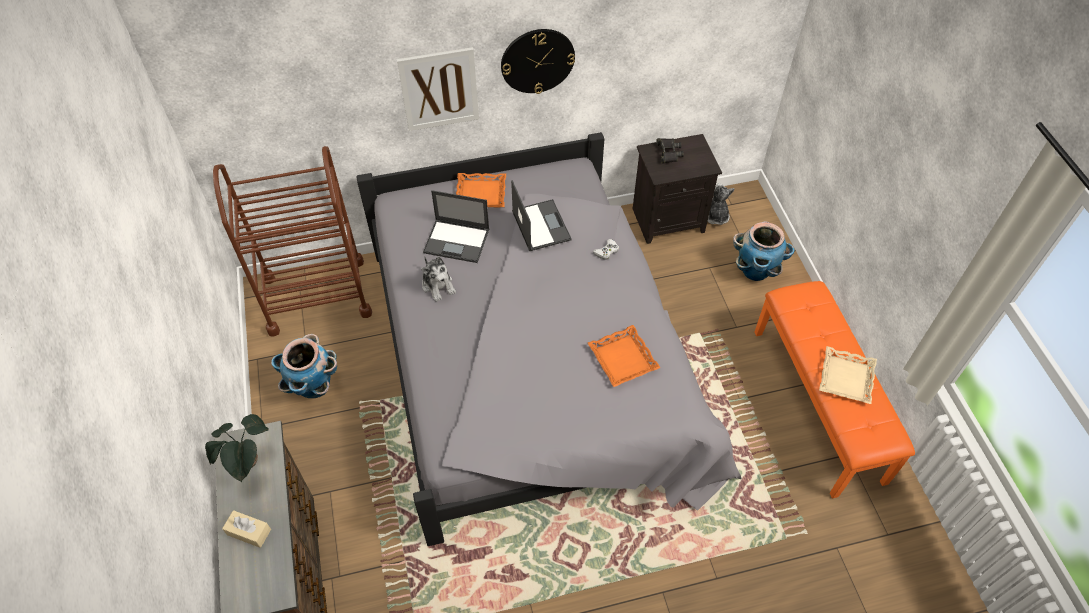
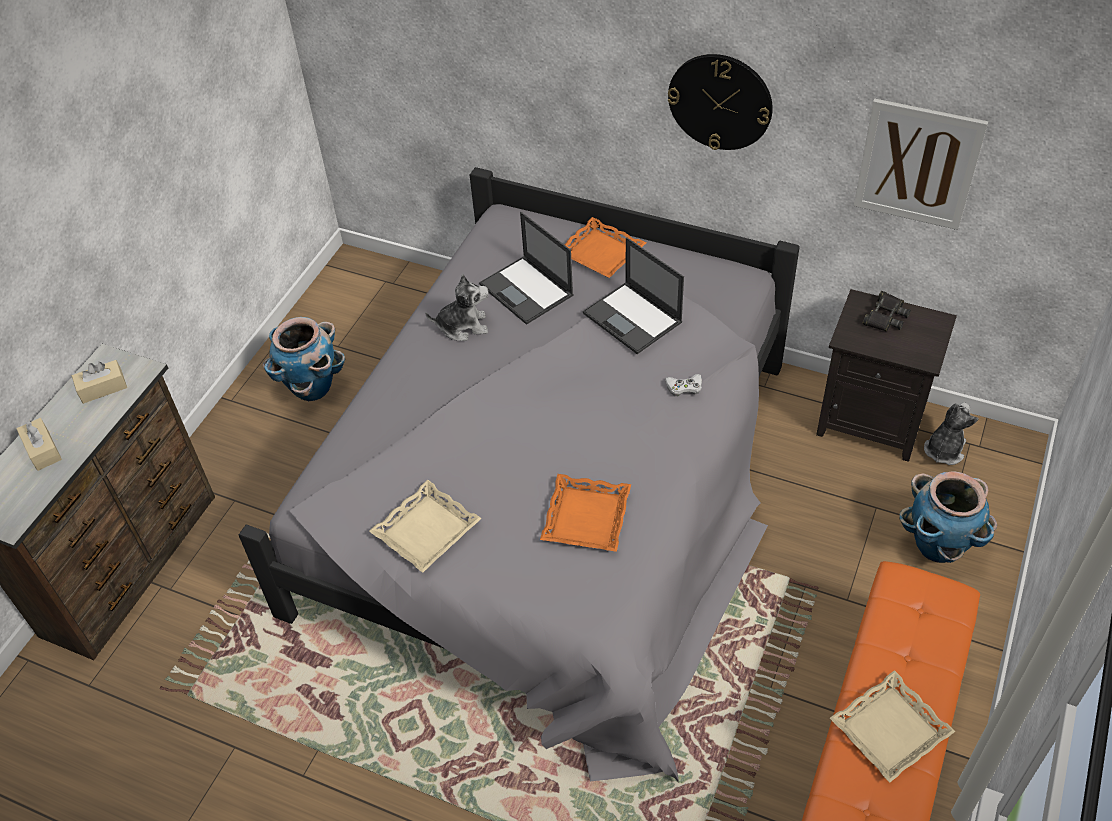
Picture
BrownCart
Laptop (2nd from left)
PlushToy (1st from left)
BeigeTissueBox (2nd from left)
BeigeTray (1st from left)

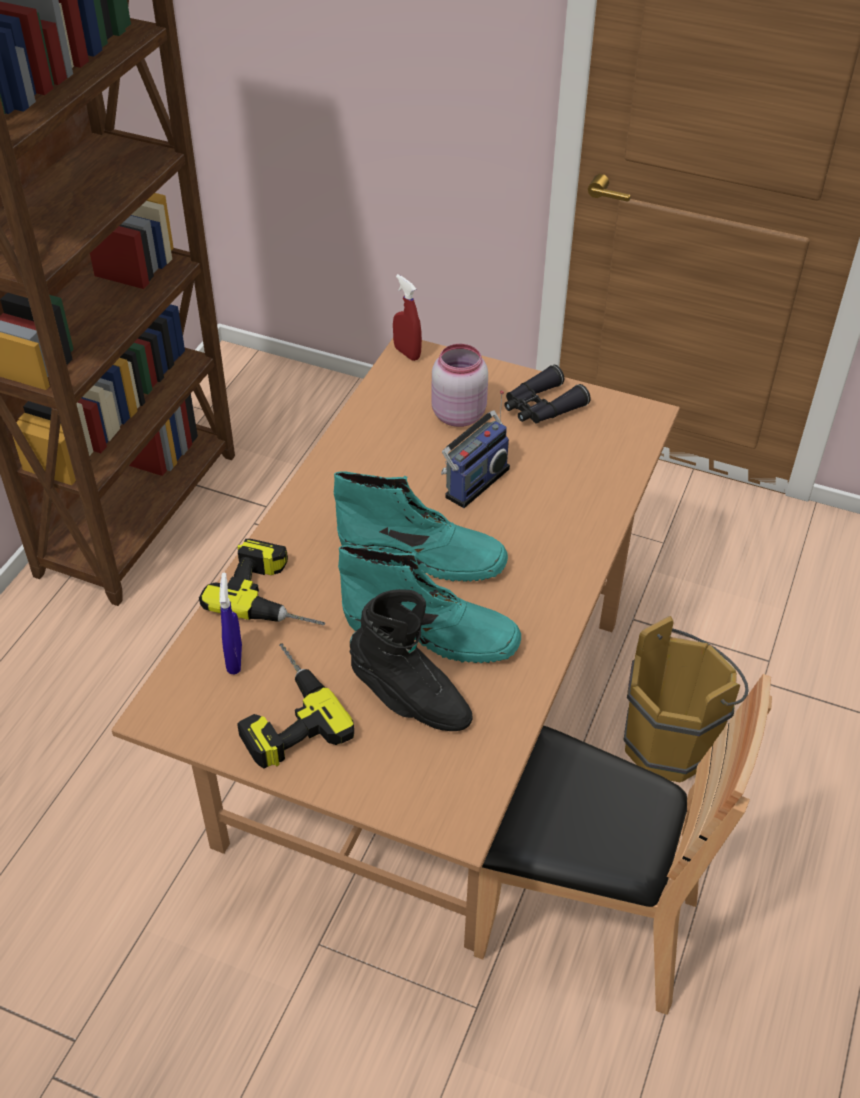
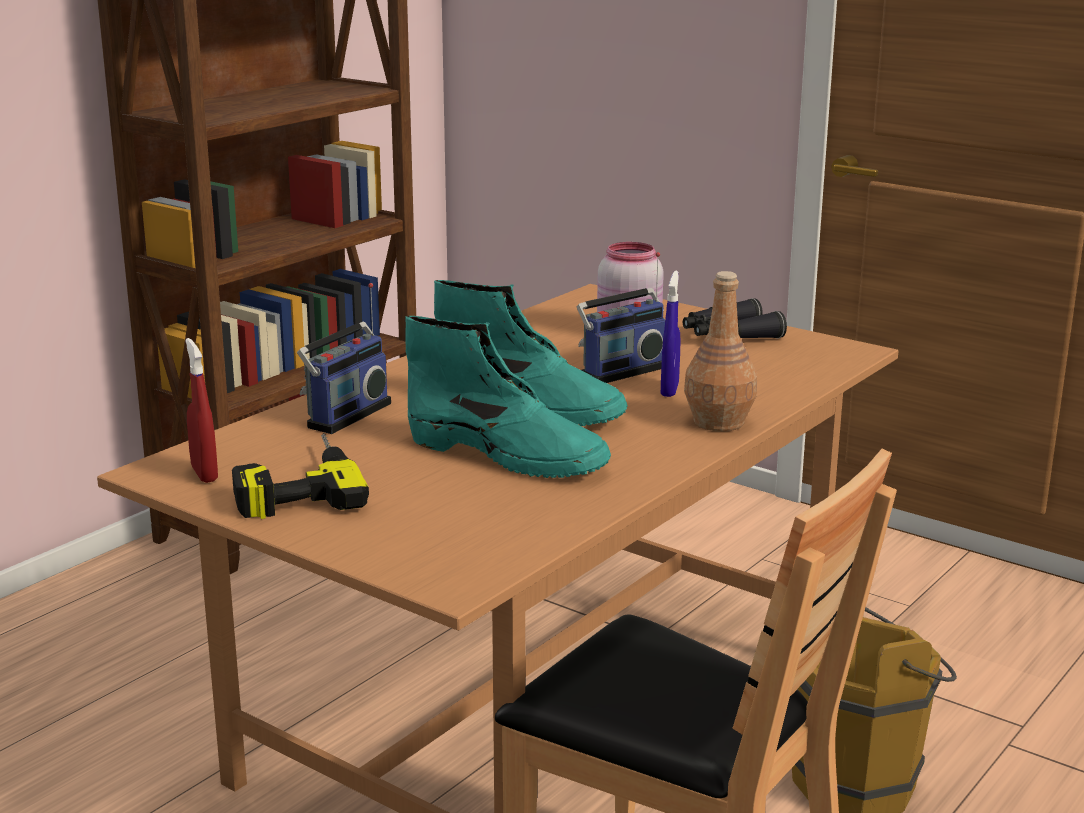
RedSprayBottle
Radio (1st from left)
BlueSprayBottle
BlackBoot
BrownBottle

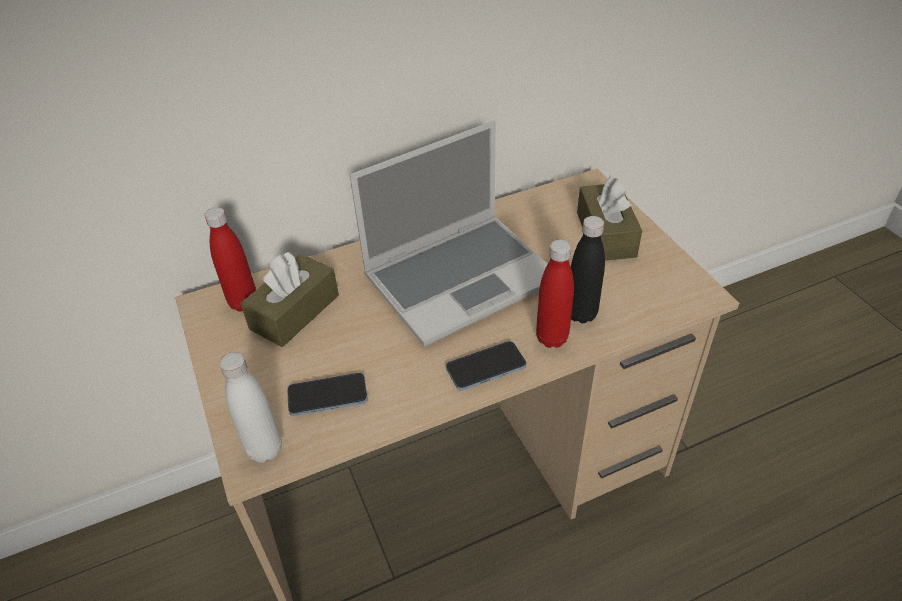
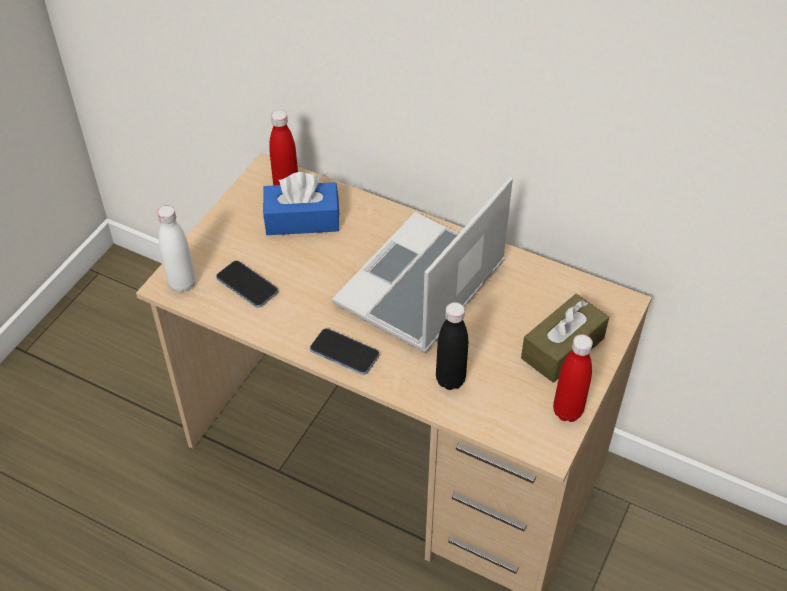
Laptop
RedBottle (2nd from left)
BlueTissueBox

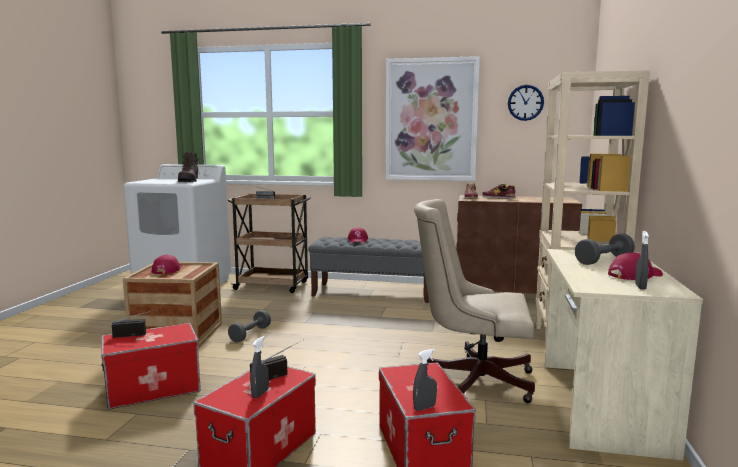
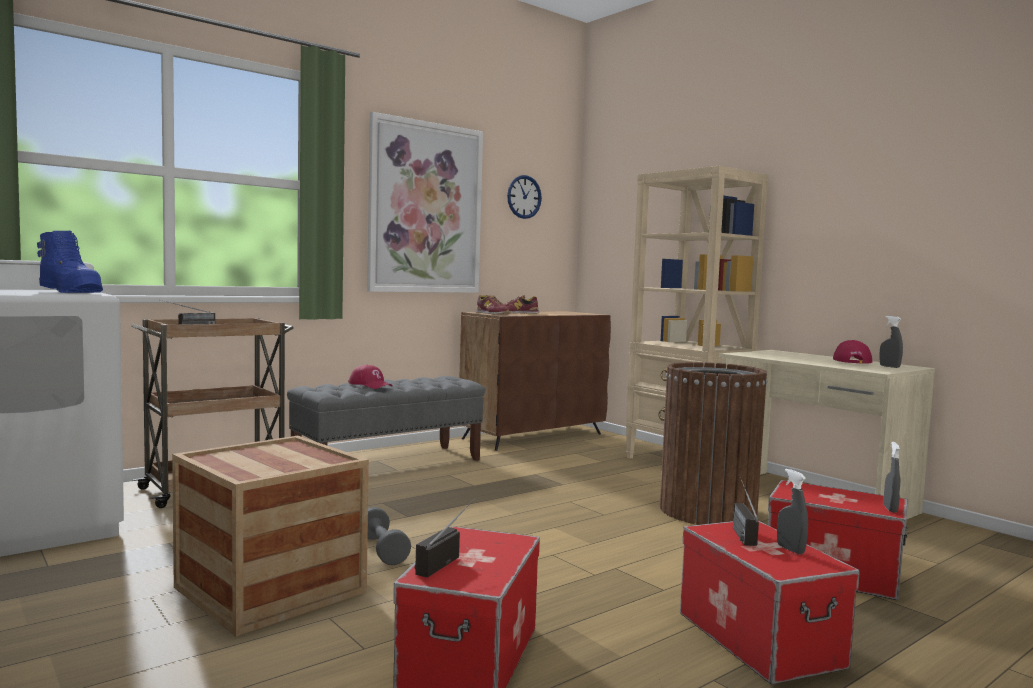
BlueBoot
BrownTrashCan
GreyDumbbell (2nd from left in the first image)
RedCap (1st from left in the first image)

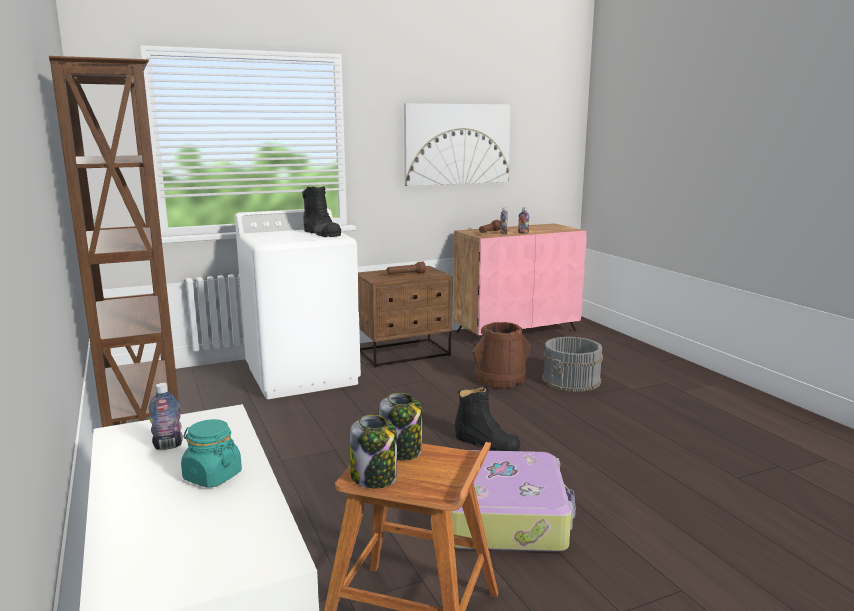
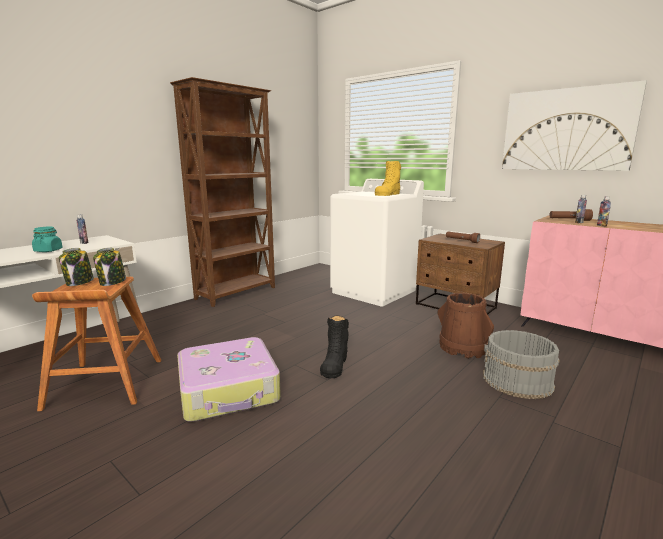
YellowBoot

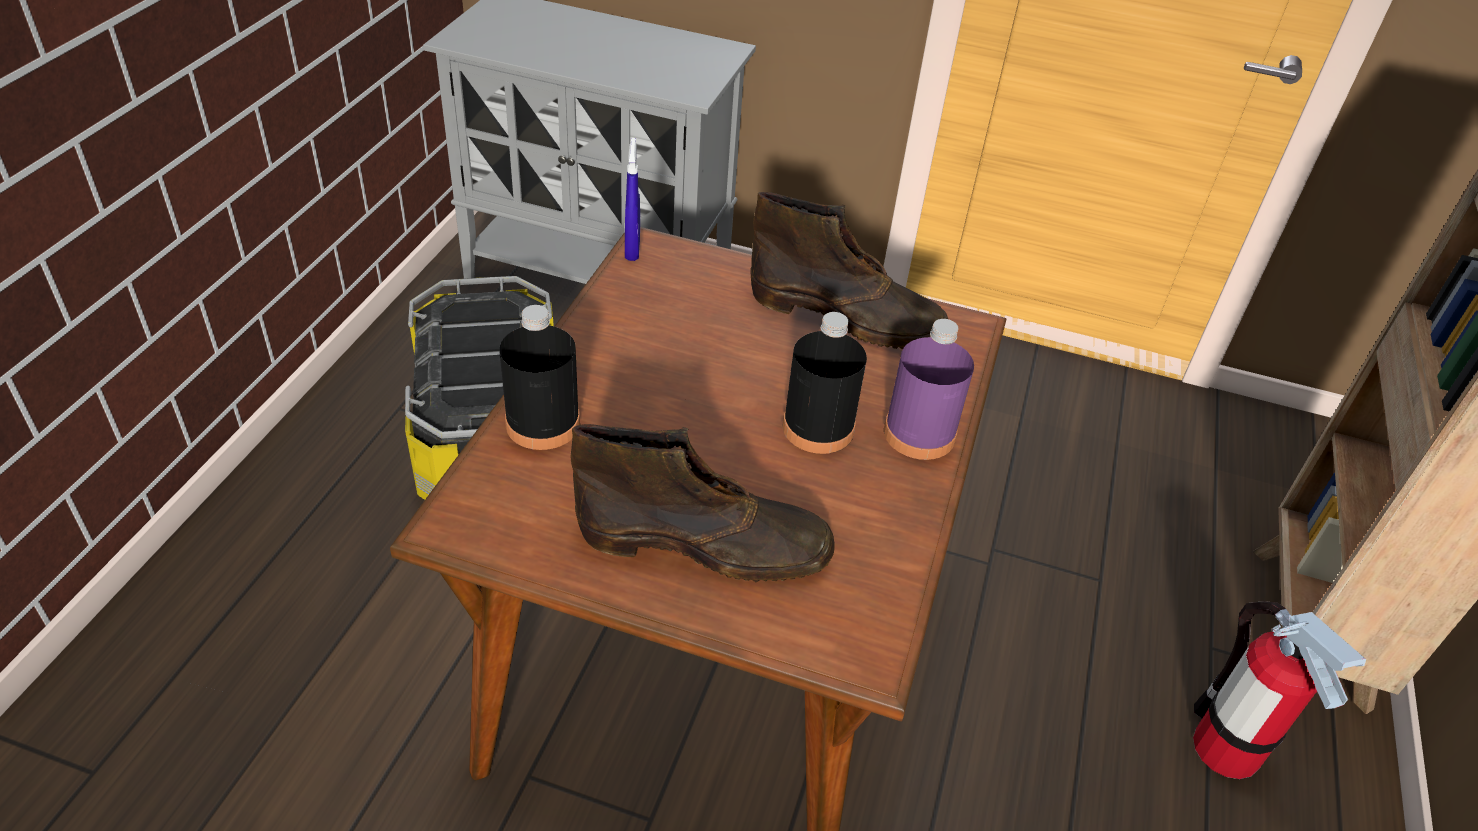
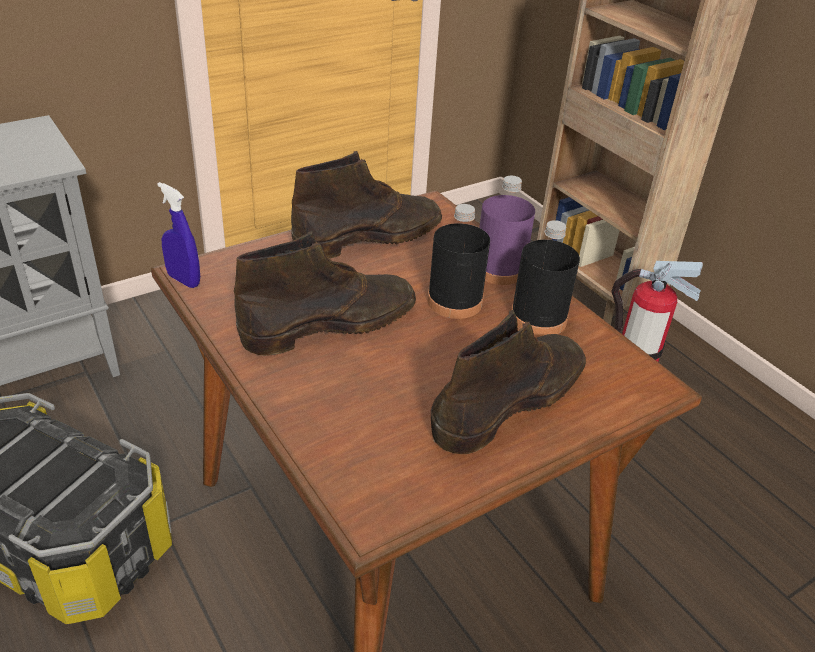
BlackBottle (2nd from left)
BrownBoot (1st from left)

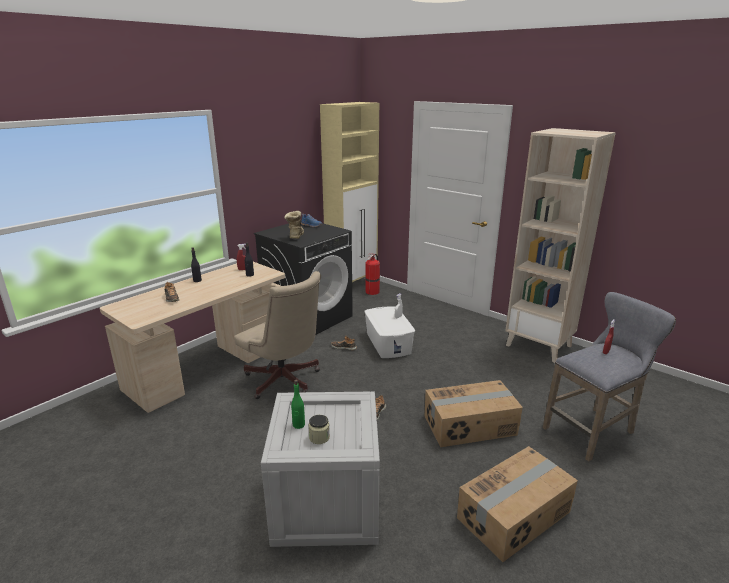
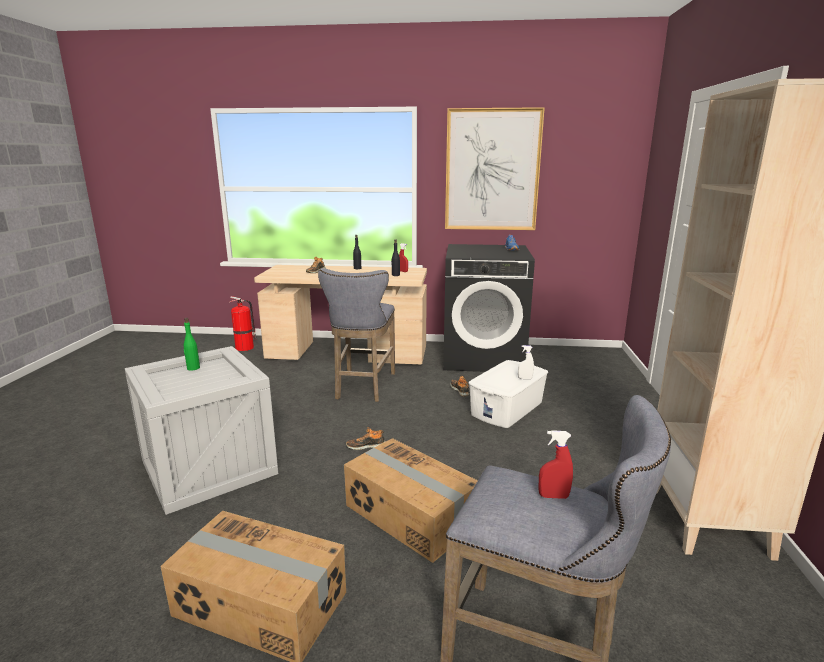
BeigeCabinet
Boot
FireExtinguisher
GreyStool (1st from left)
Jar
Picture

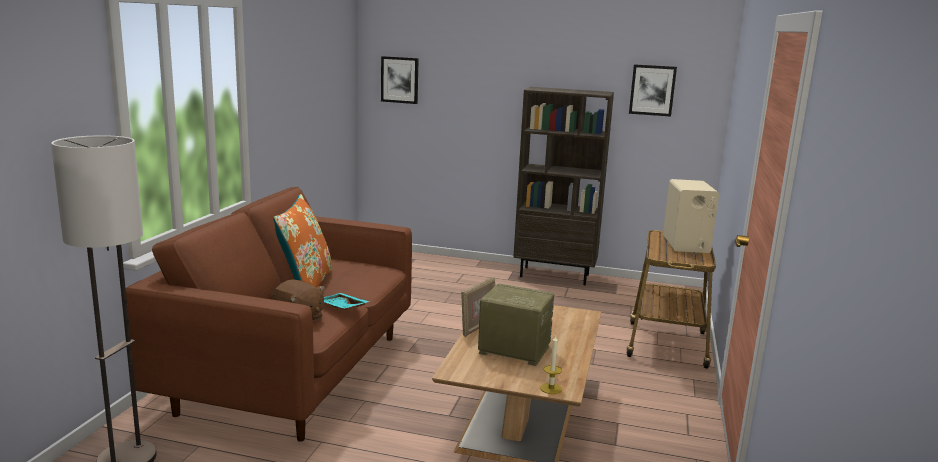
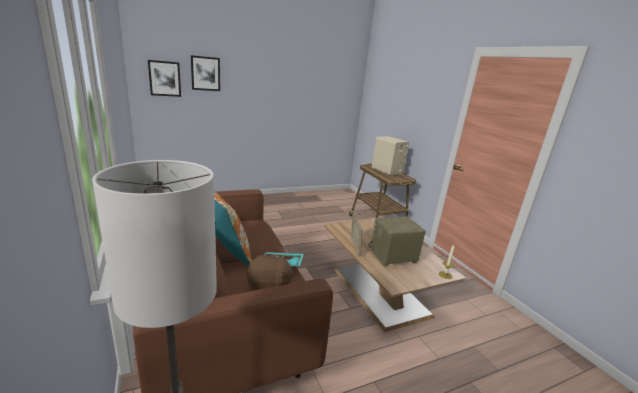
Picture (2nd from left)
BrownBookcase

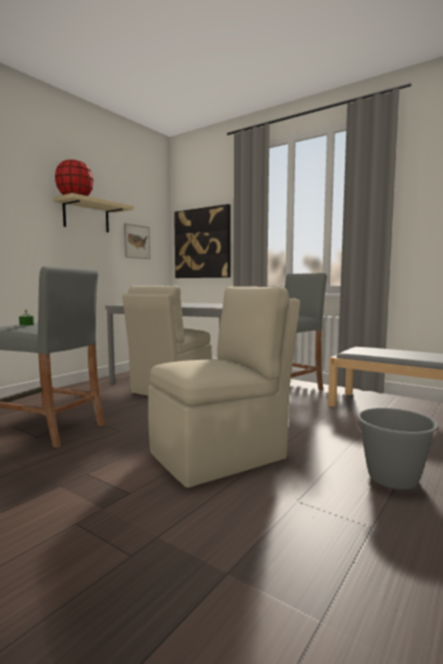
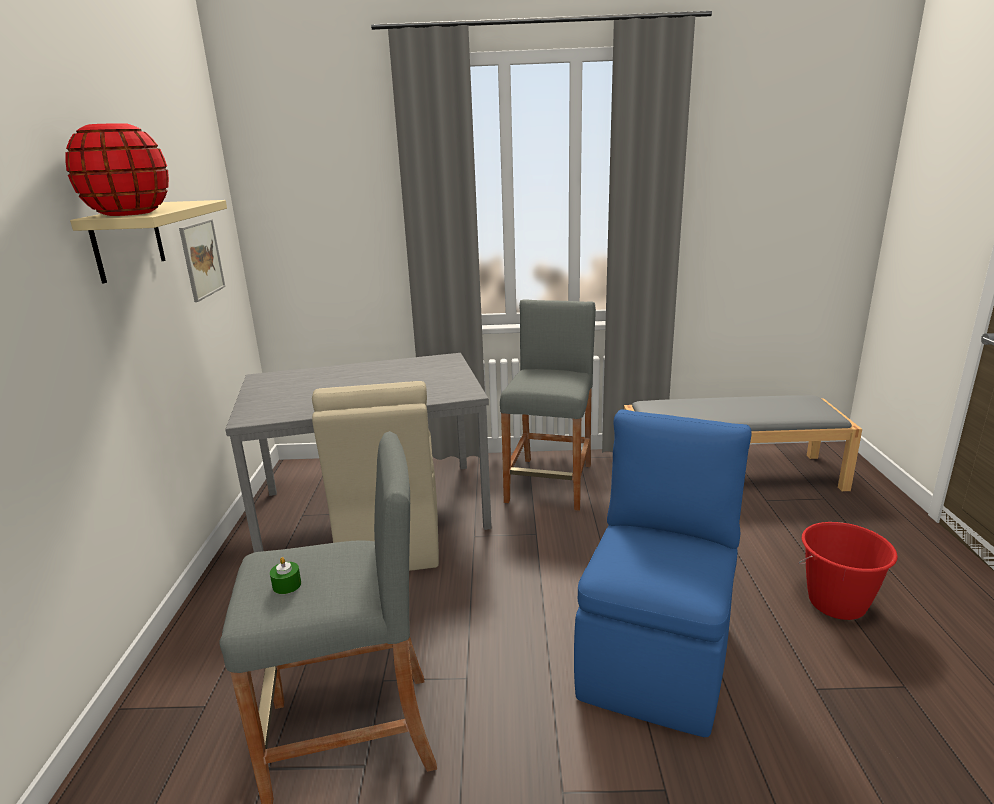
Picture (2nd from left in the first image)
BlueChair
RedBucket

